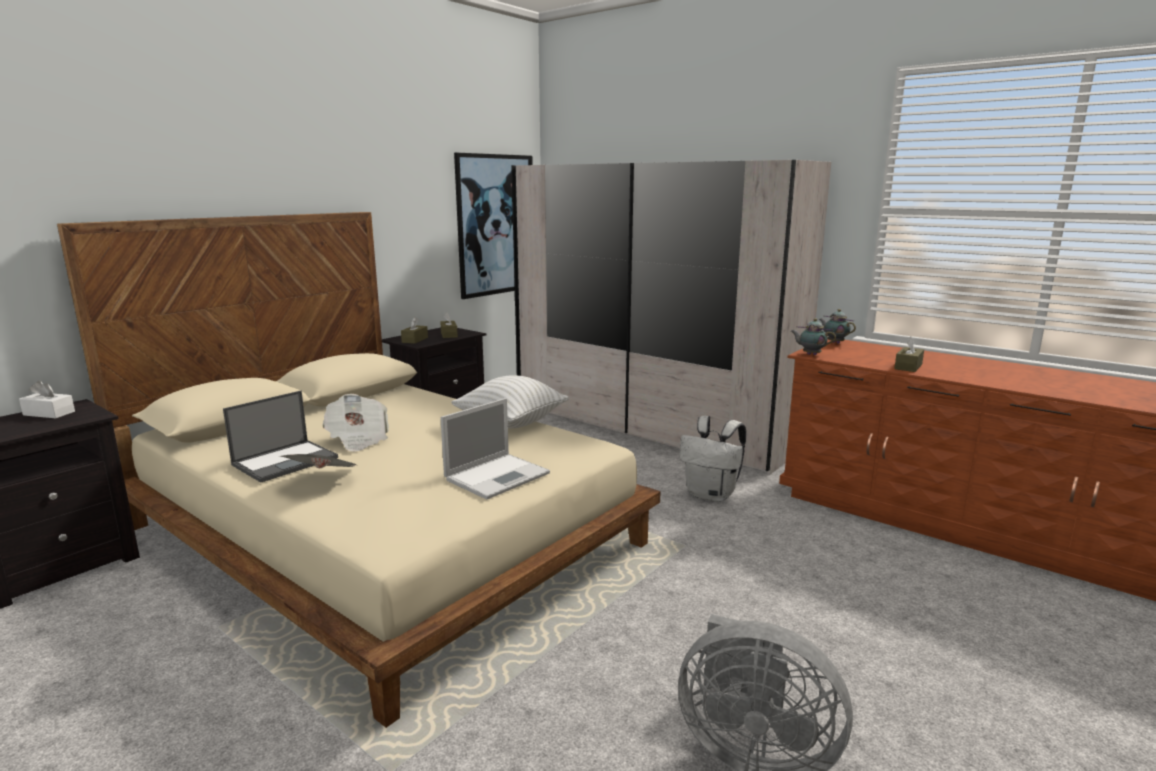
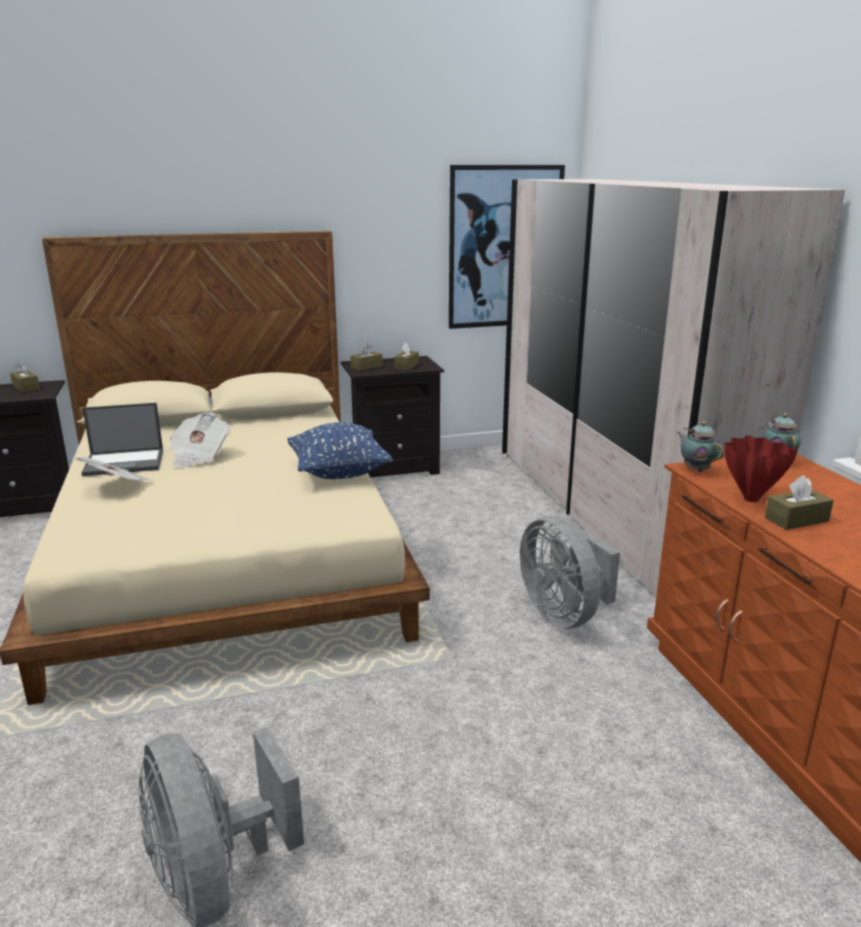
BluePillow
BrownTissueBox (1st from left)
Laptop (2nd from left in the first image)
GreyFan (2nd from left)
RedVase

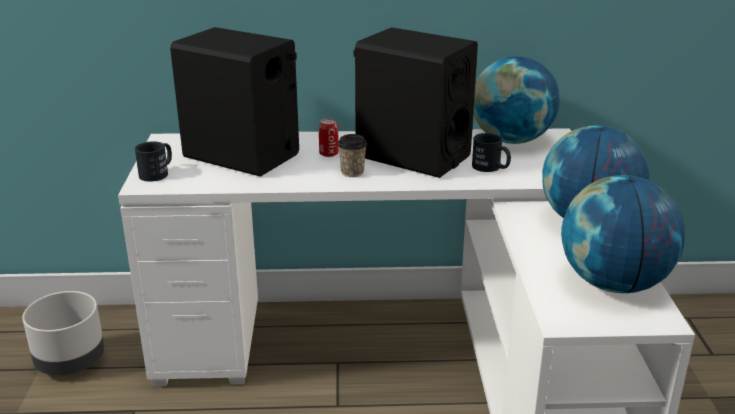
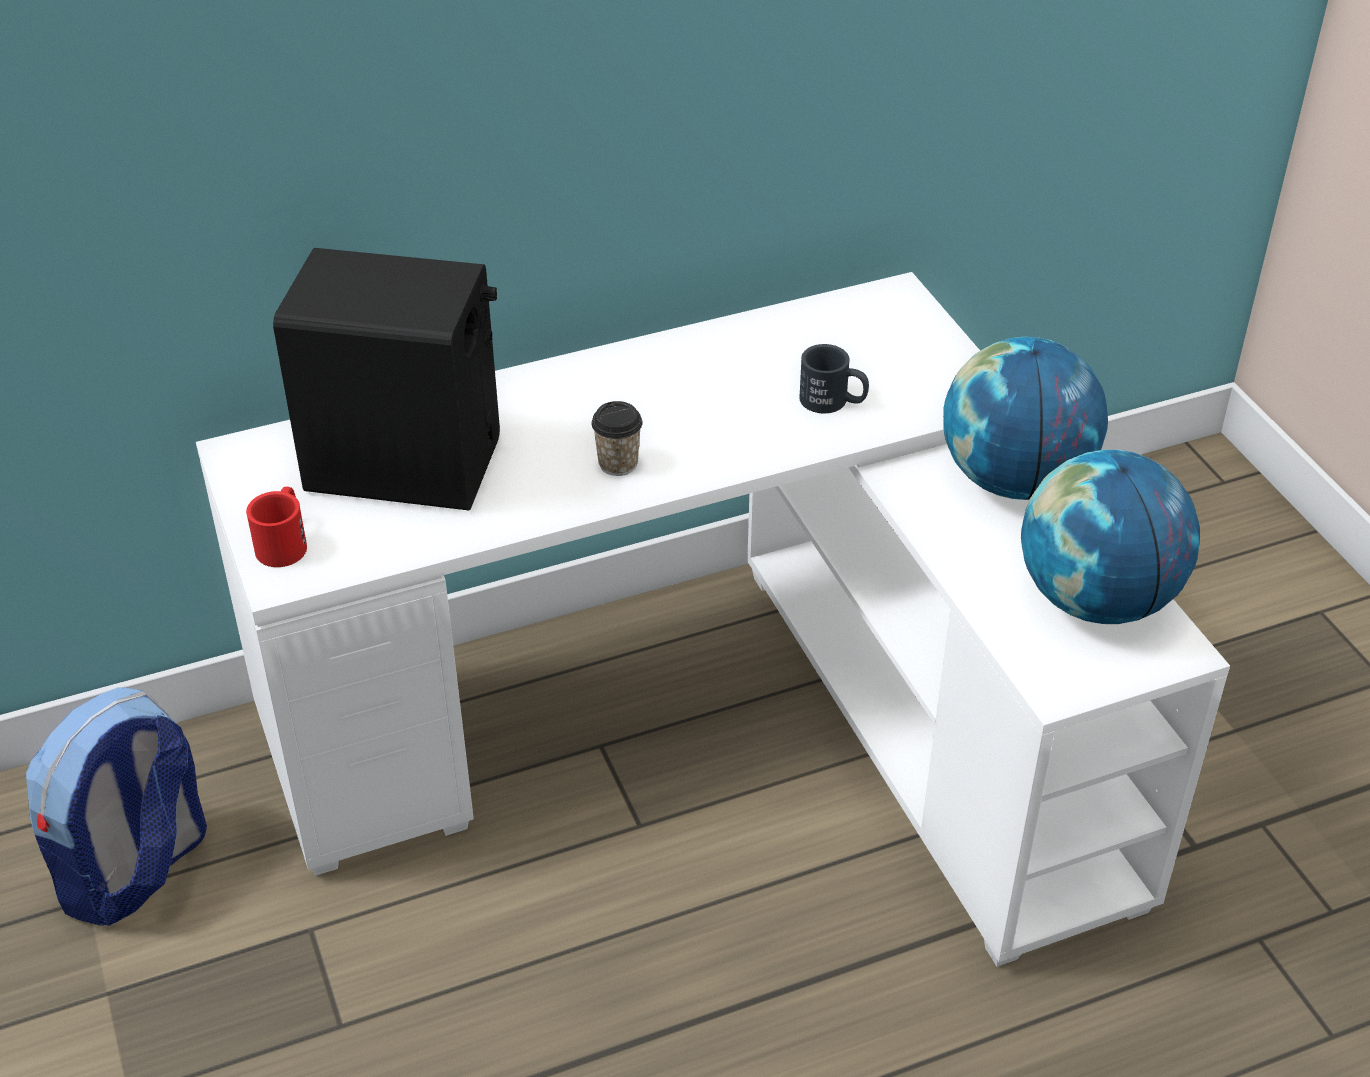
BlackSpeaker (2nd from left in the first image)
Globe (1st from left in the first image)
Can
RedMug
Backpack

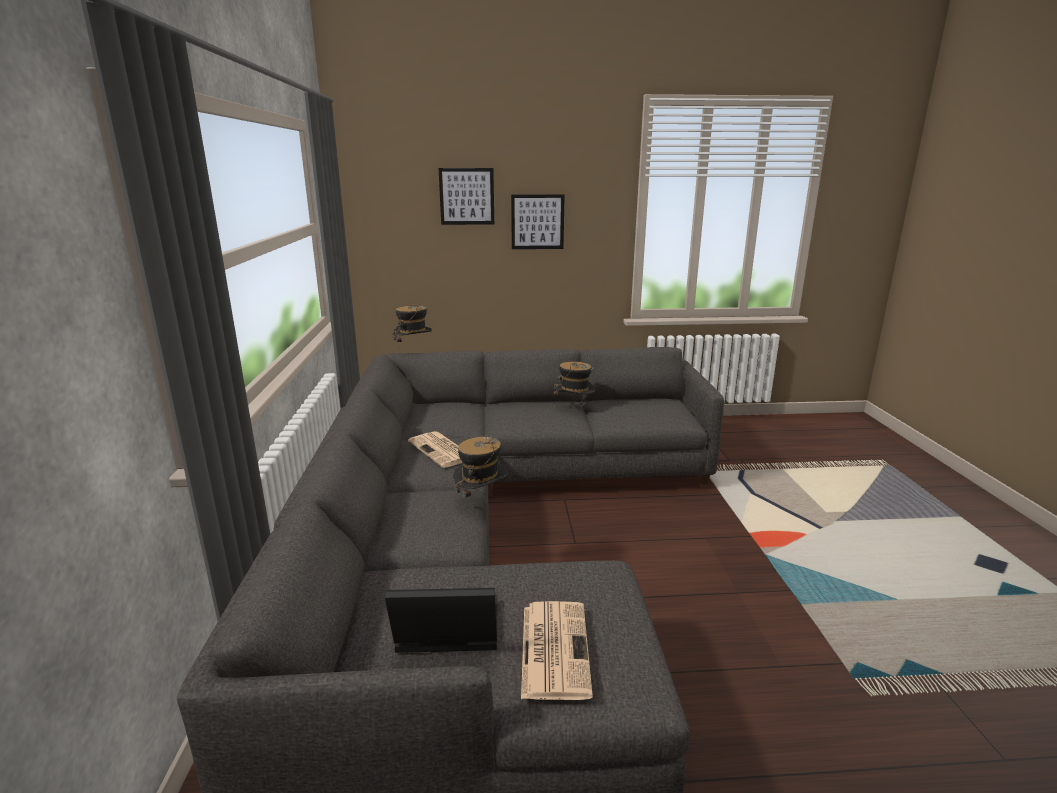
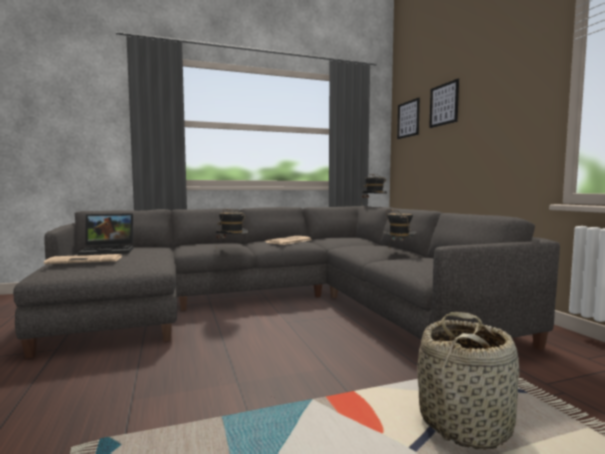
Picture (1st from left)
Laptop
Basket

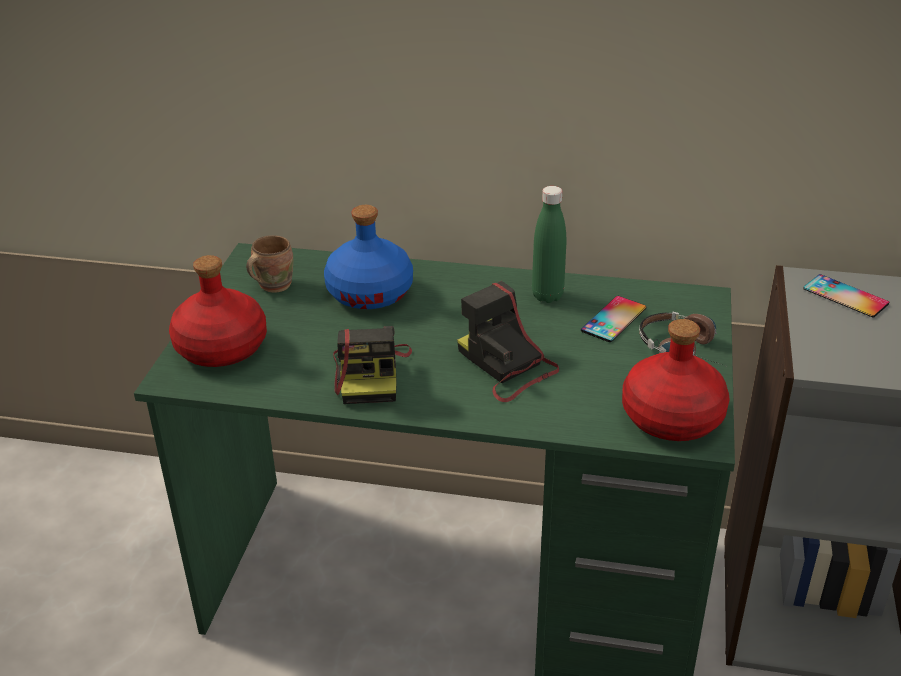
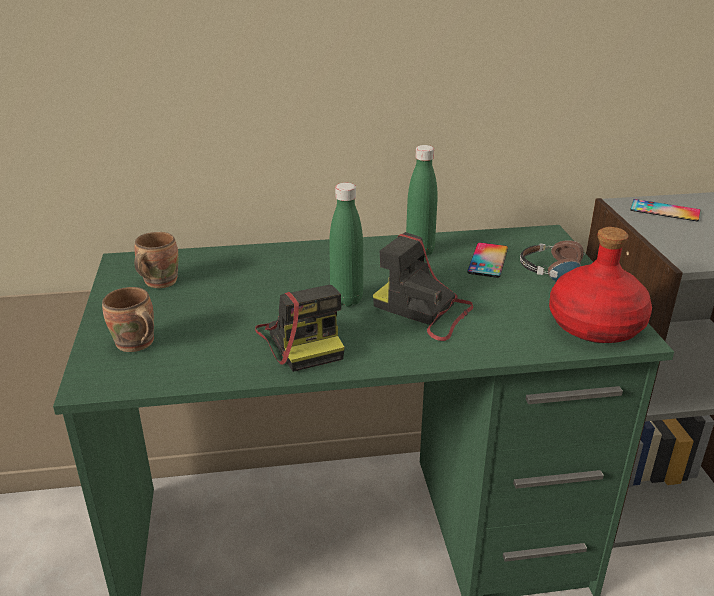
BlueBottle
BrownMug (1st from left)
GreenBottle (1st from left)

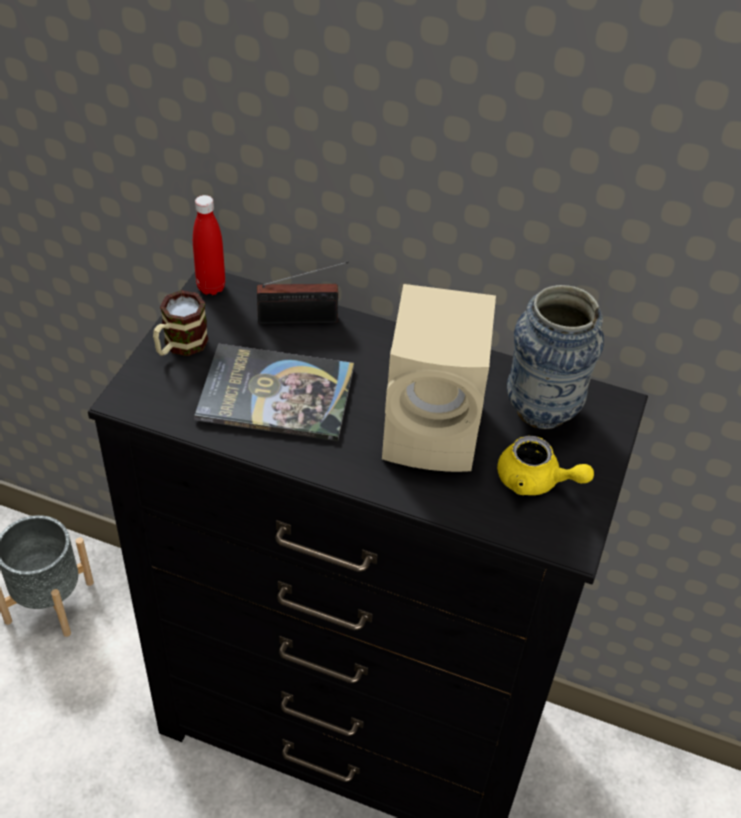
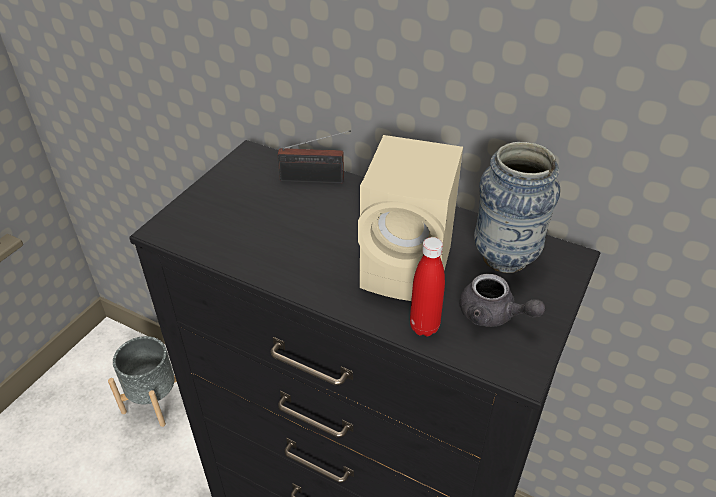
RedBottle
Mug
Book
GreyTeapot

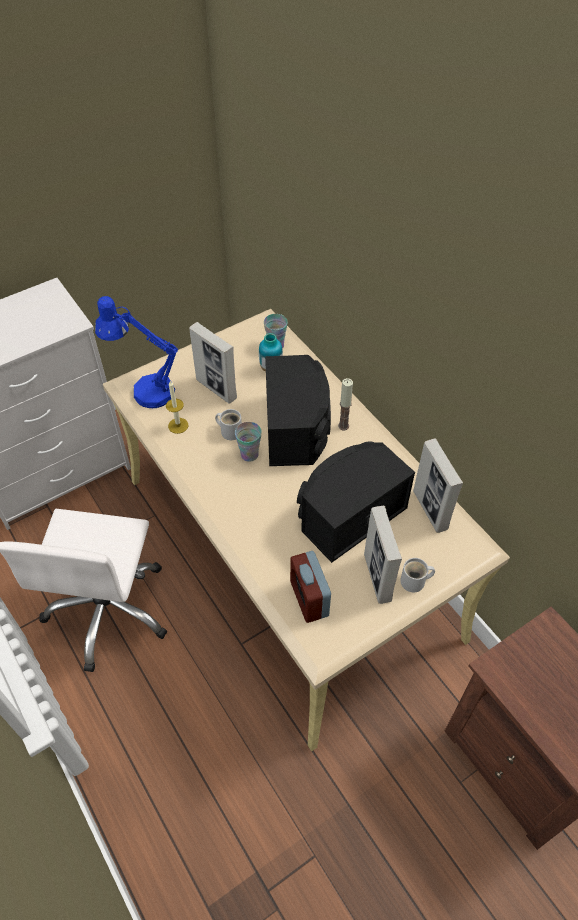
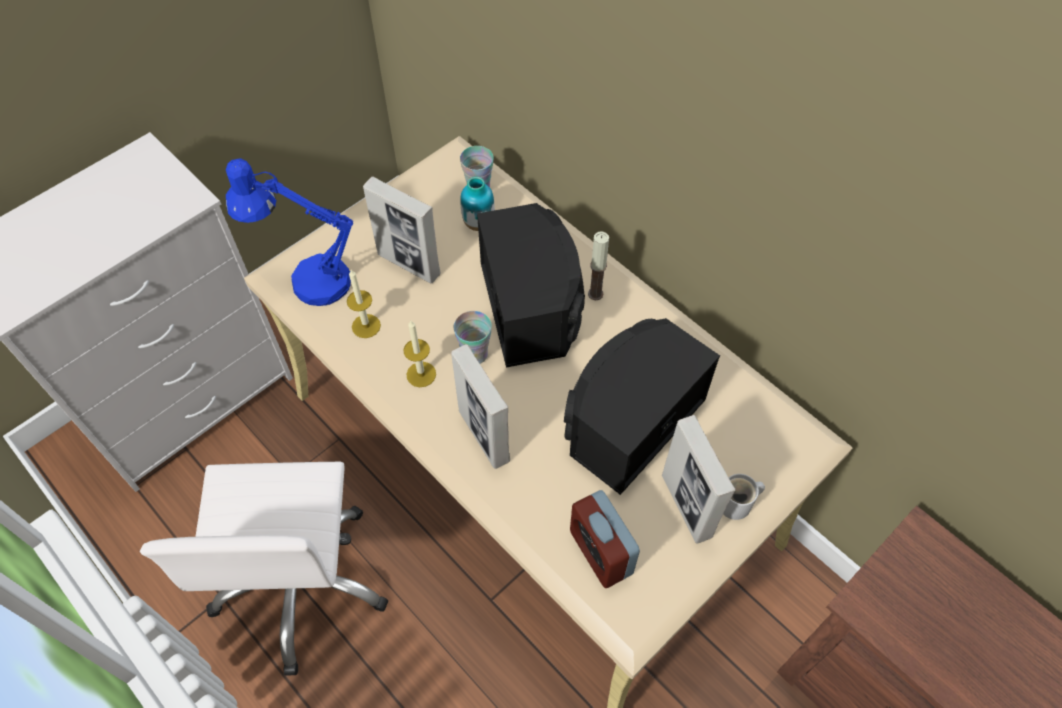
WhiteMug (1st from left in the first image)
PictureFrame (2nd from left)
Candle (2nd from left)

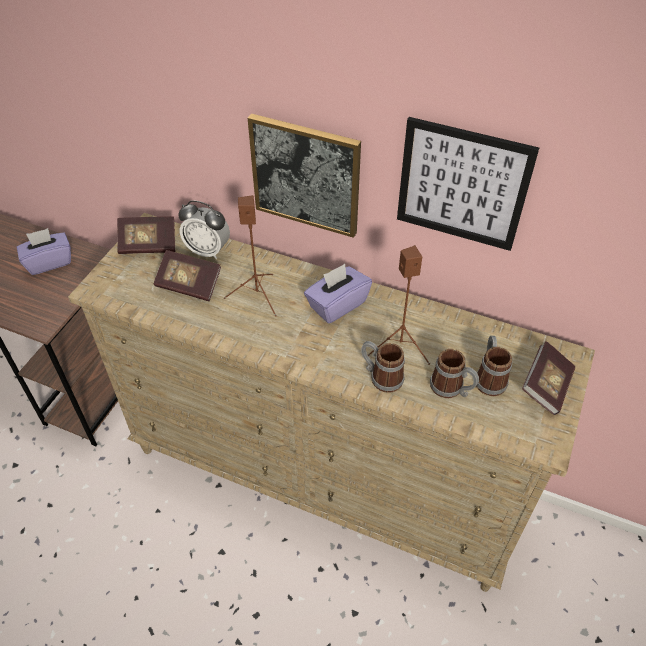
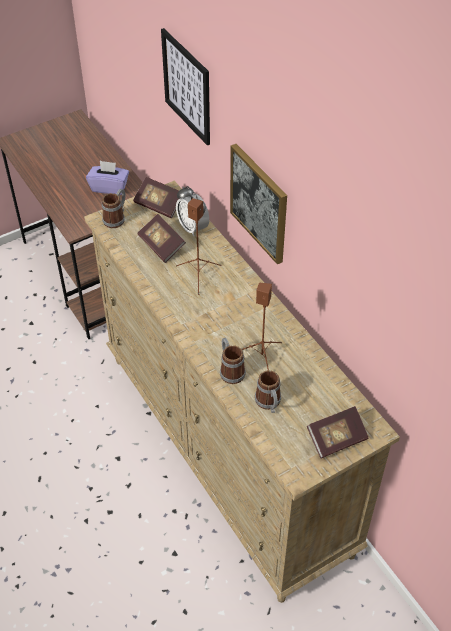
Picture (1st from left)
PurpleTissueBox (2nd from left in the first image)
Mug (1st from left)

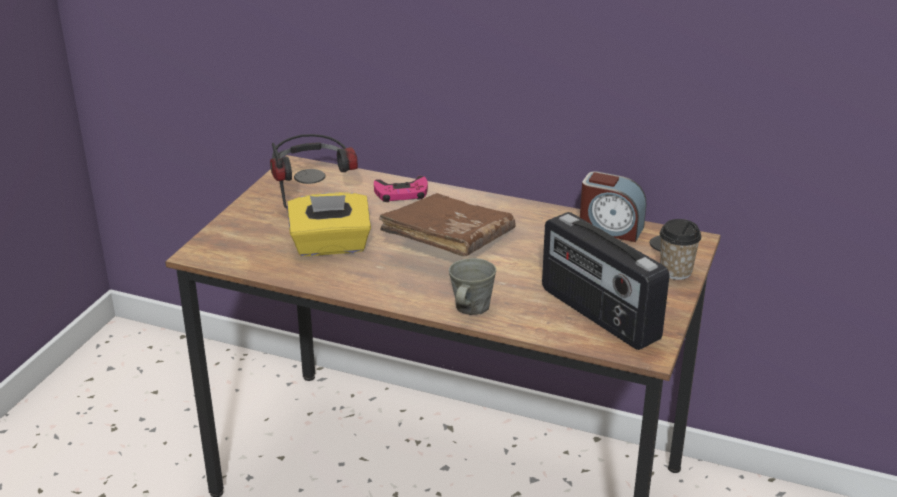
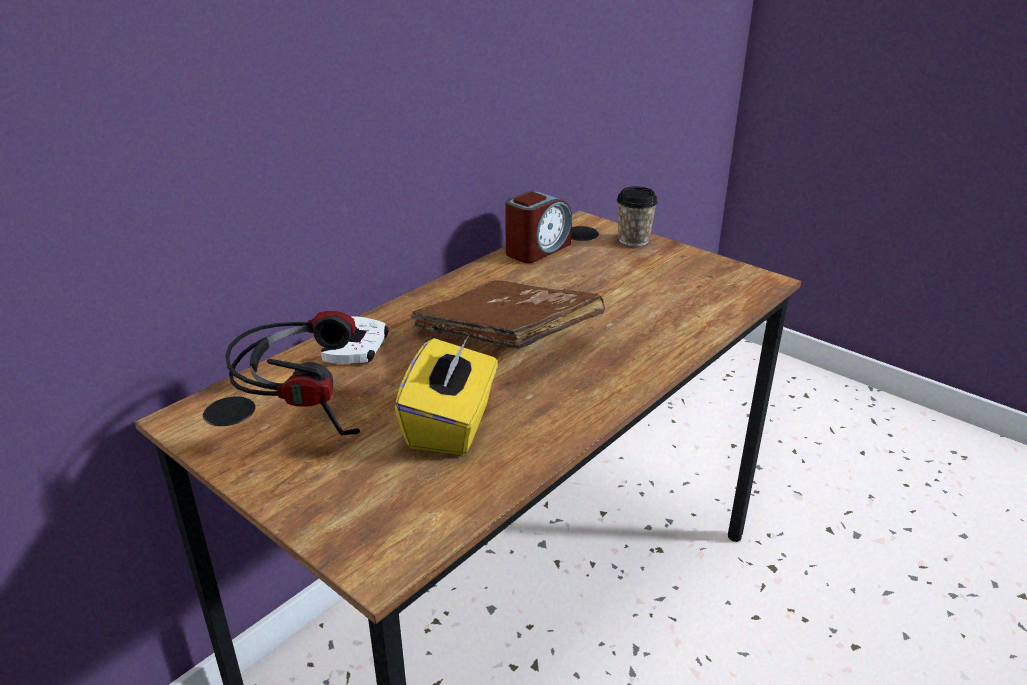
WhiteGameController
Radio
GreyMug

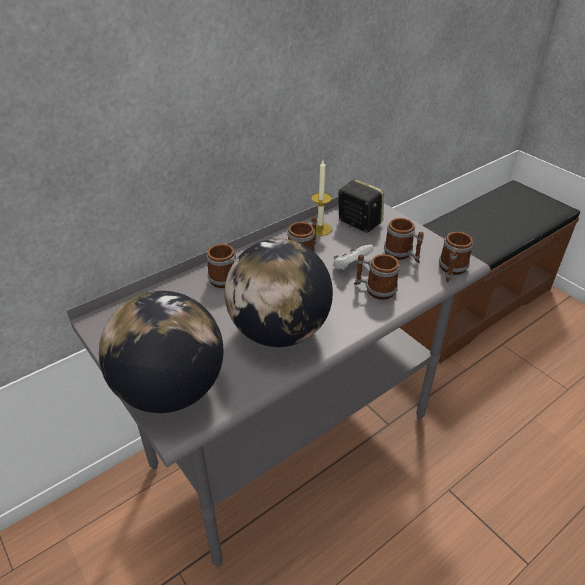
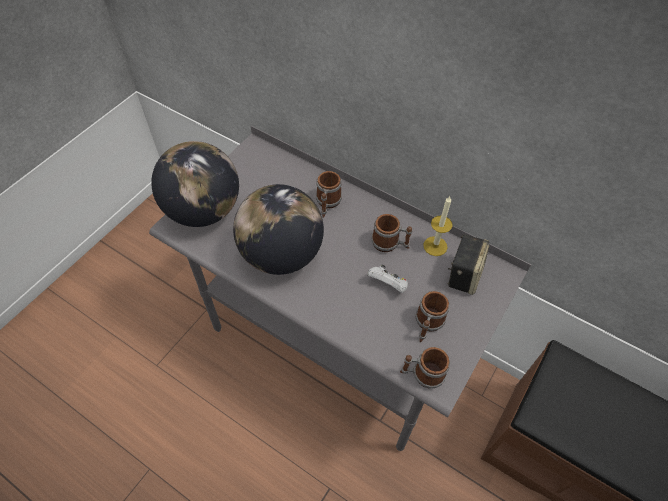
Mug (3rd from left in the first image)

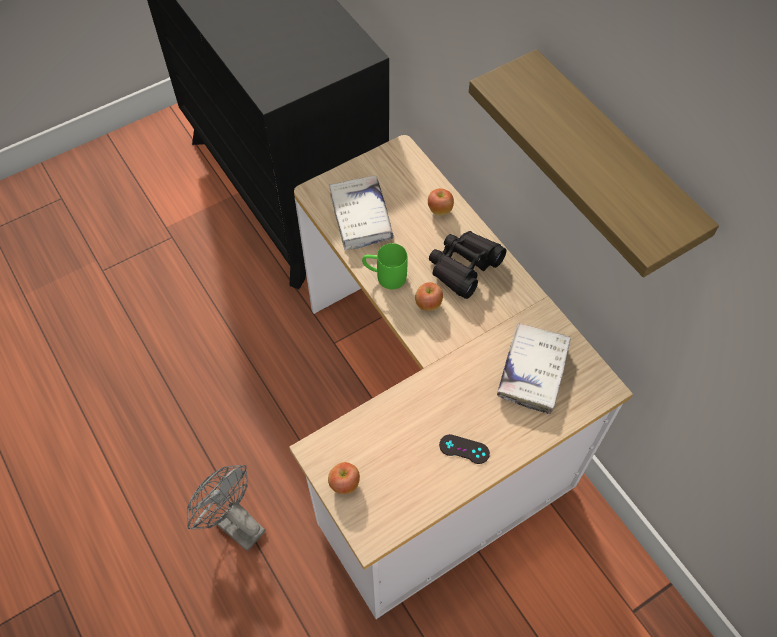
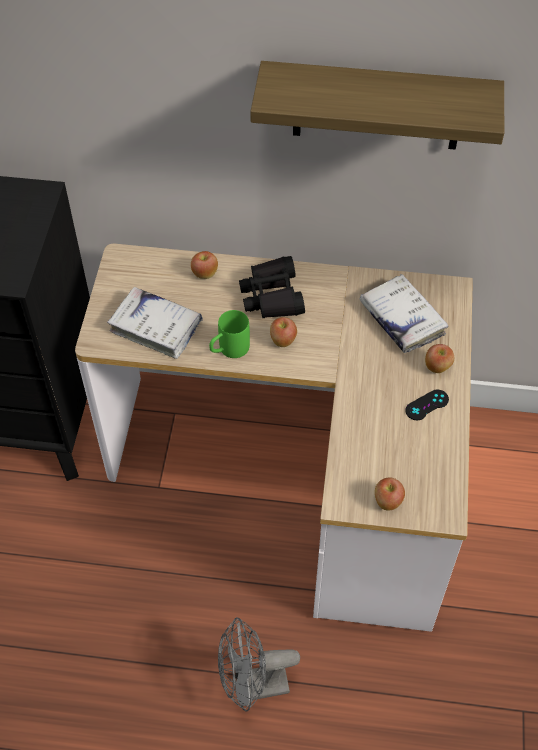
Apple (4th from left)

